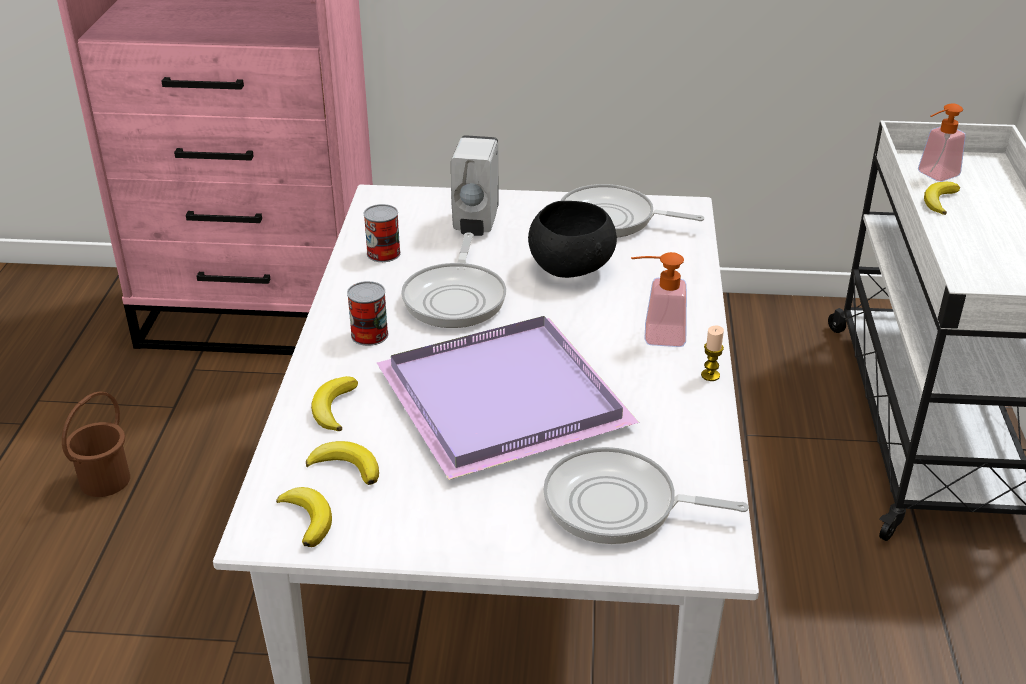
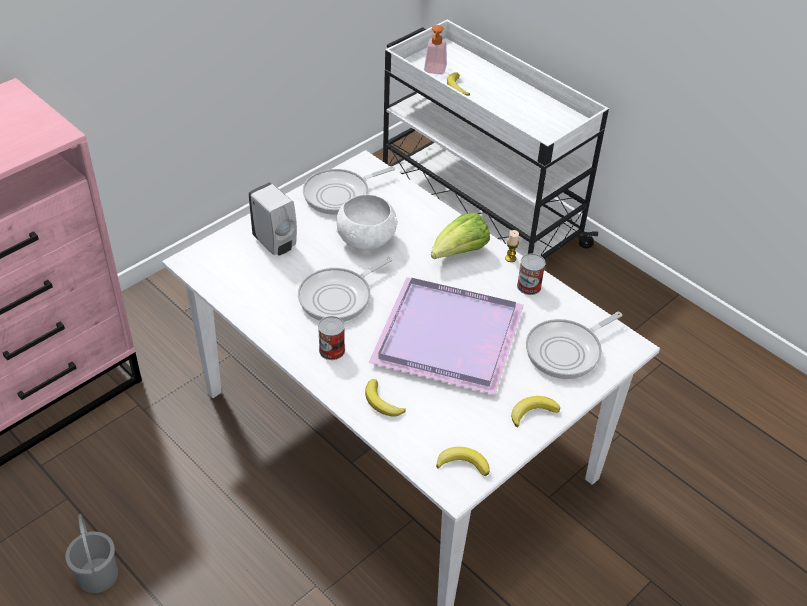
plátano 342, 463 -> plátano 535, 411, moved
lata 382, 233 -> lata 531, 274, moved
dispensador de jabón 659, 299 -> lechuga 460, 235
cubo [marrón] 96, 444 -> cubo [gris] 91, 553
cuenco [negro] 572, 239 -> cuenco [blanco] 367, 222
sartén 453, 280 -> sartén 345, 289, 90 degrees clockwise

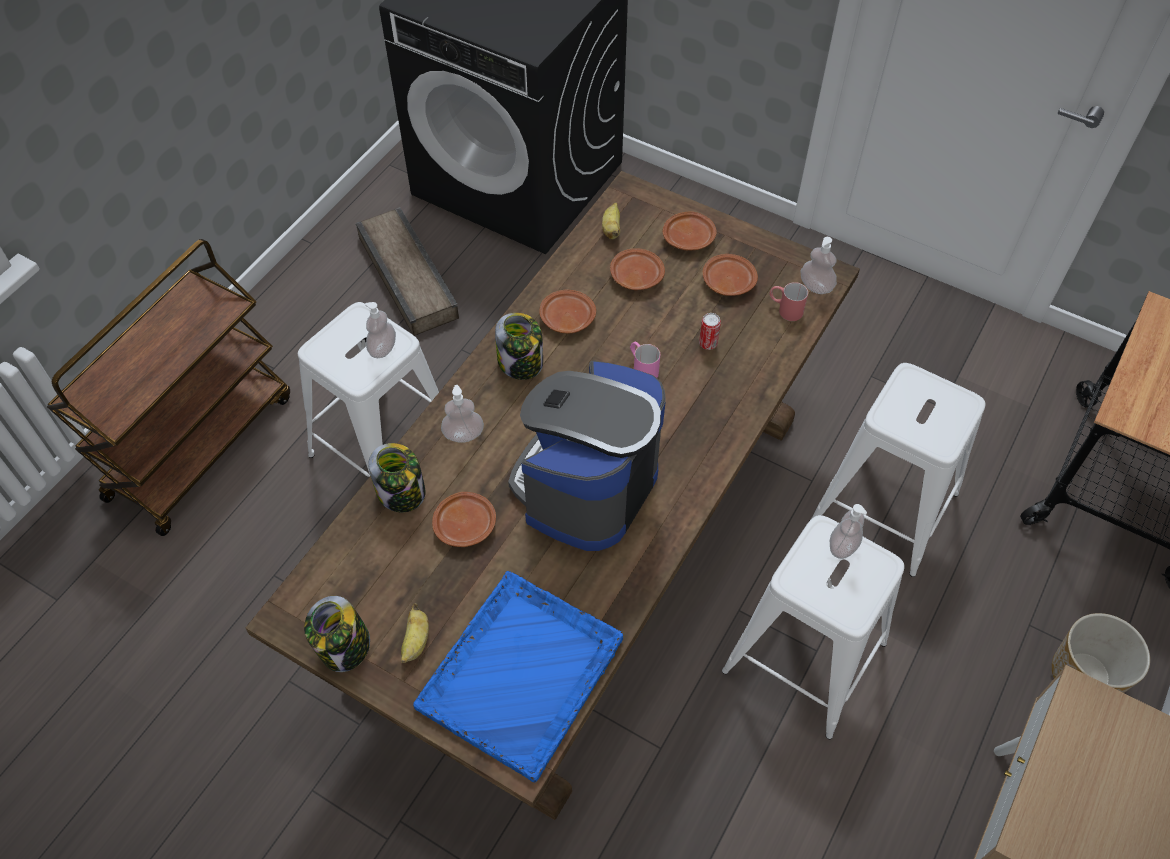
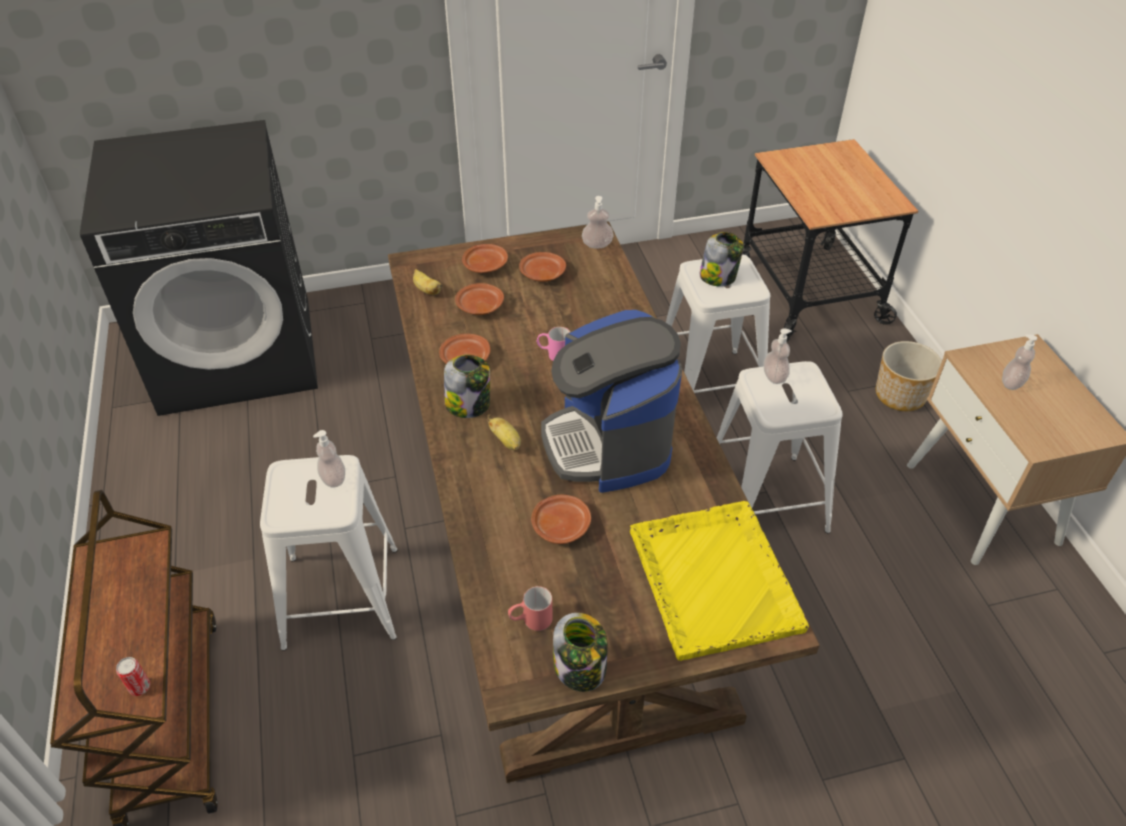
caja de embalaje 407, 271 -> none
tarro 396, 477 -> tarro 721, 259, moved
plátano 415, 633 -> plátano 504, 432, moved
dispensador de jabón 462, 414 -> dispensador de jabón 1019, 362, moved
lata 710, 331 -> lata 133, 676, moved
taza grande [rojo] 788, 301 -> taza grande [rojo] 530, 608, moved
bandeja [azul] 518, 676 -> bandeja [amarillo] 719, 581

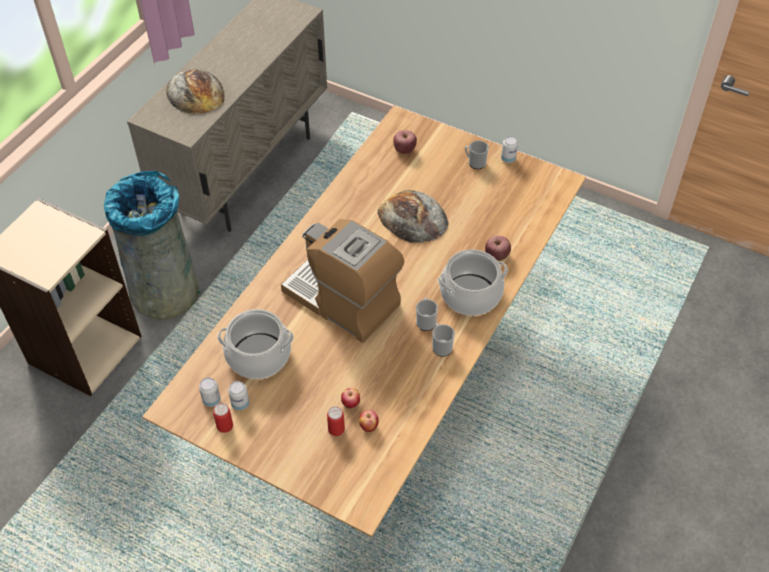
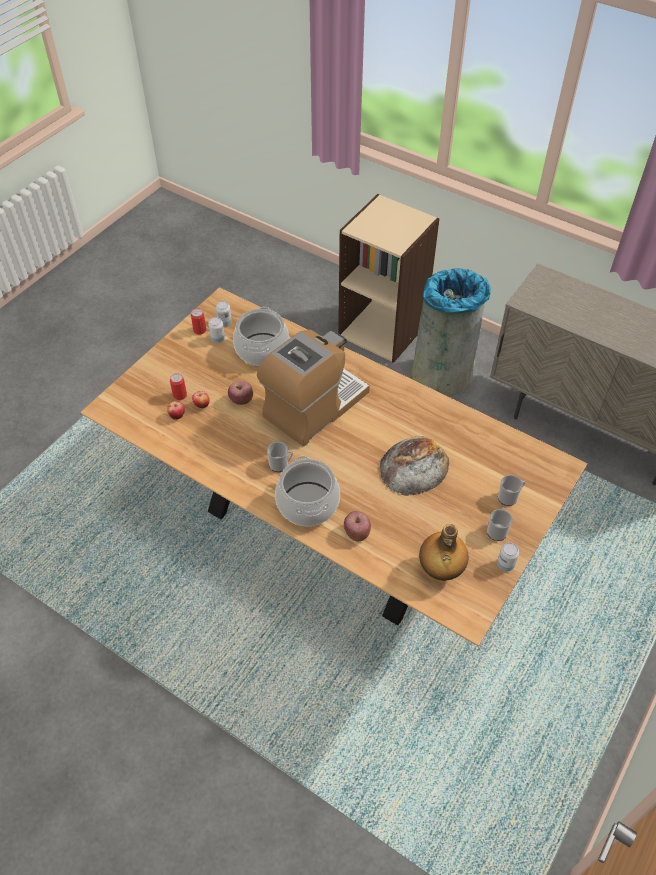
pan 195, 91 -> none
none -> botella 444, 552
manzana 405, 142 -> manzana 240, 393, moved
taza grande 443, 340 -> taza grande 512, 490, moved

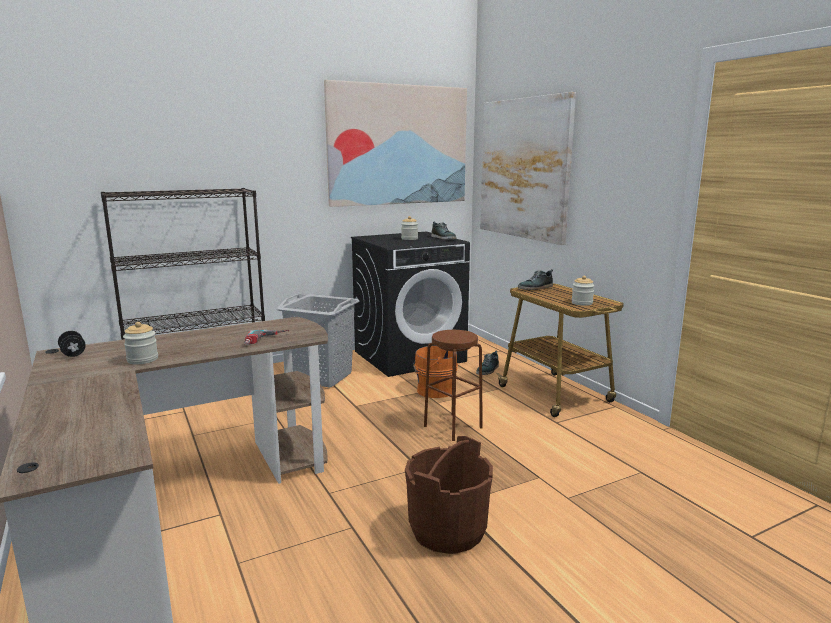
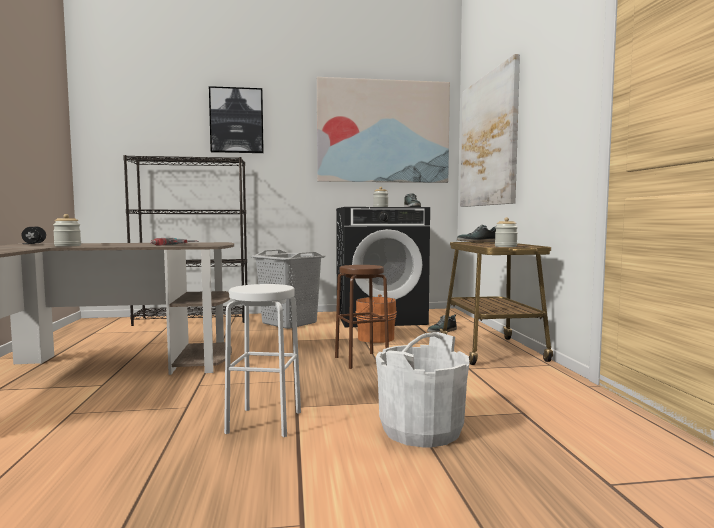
none -> cuadro 236, 119
none -> cubo [blanco] 422, 389
cubo [marrón] 449, 495 -> taburete [blanco] 262, 360

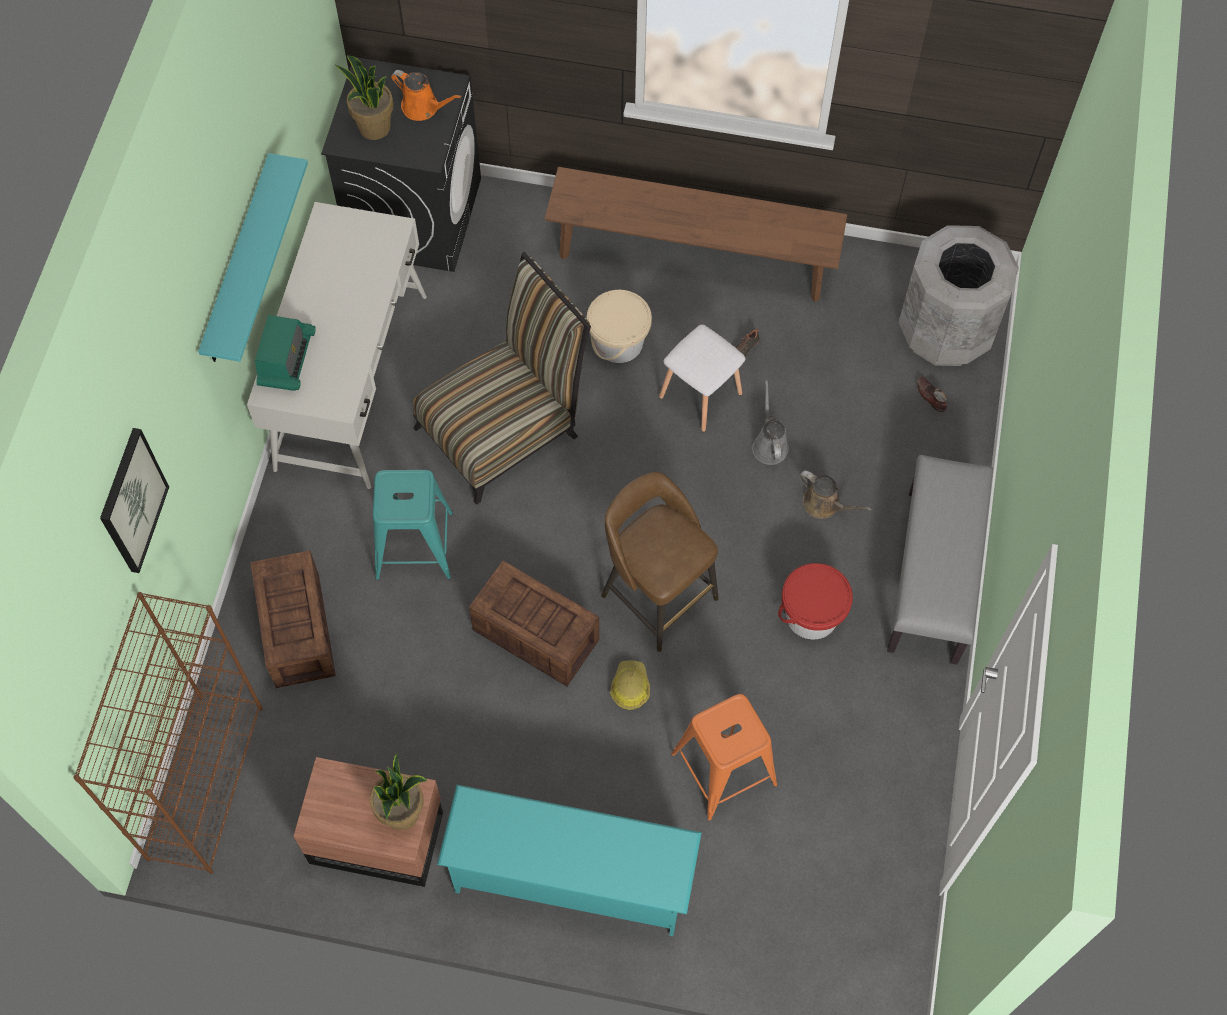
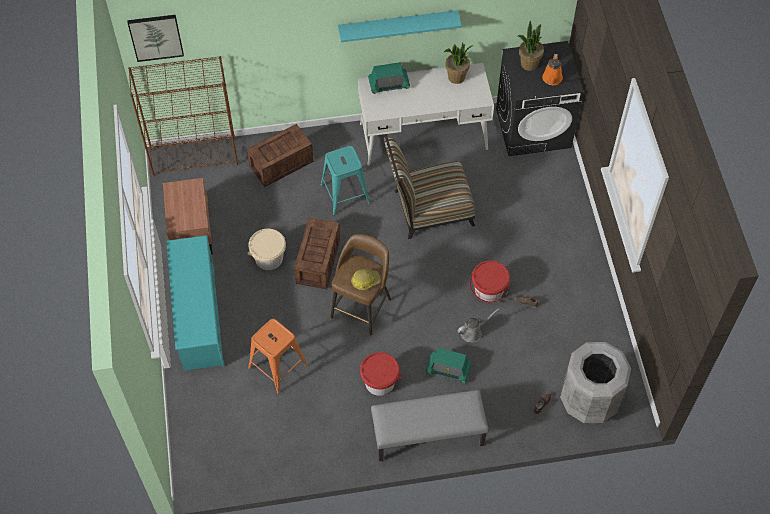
banco [marrón] 695, 234 -> none
cuadro 134, 500 -> cuadro 155, 38, moved
planta en maceta 398, 791 -> planta en maceta 459, 63, moved
cubo [beis] 619, 326 -> cubo [beis] 266, 249, moved
casco 630, 685 -> casco 366, 280, moved
taburete [blanco] 702, 378 -> cubo [rojo] 489, 281
regadera [marrón] 835, 494 -> radio 449, 366
silla 502, 378 -> silla 429, 186, 135 degrees clockwise

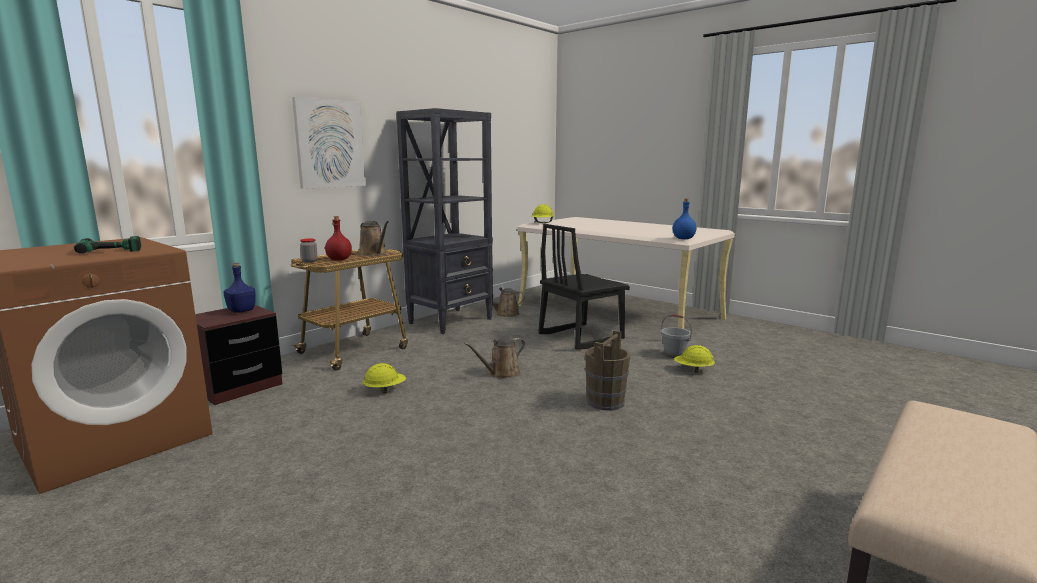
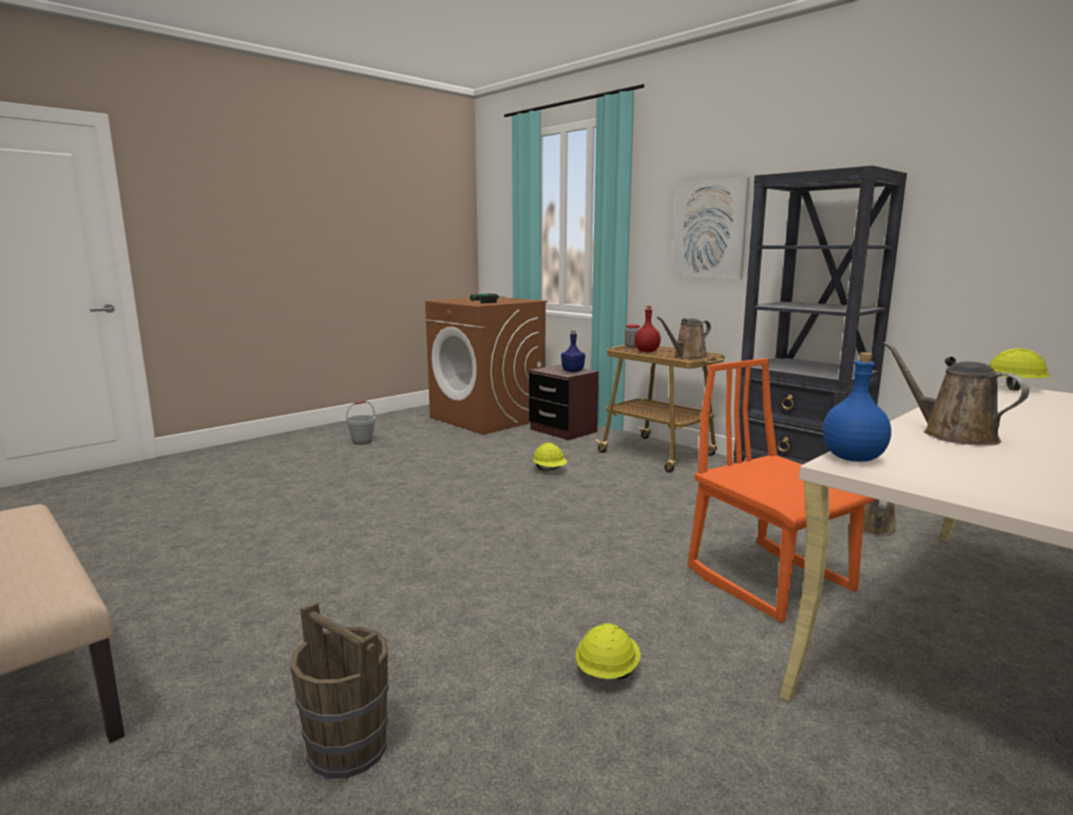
regadera [marrón] 494, 357 -> regadera [marrón] 956, 394, moved
cubo [marrón] 607, 370 -> cubo [marrón] 339, 689, moved
cubo [gris] 676, 336 -> cubo [gris] 361, 423, moved
silla [negro] 584, 287 -> silla [naranja] 781, 490

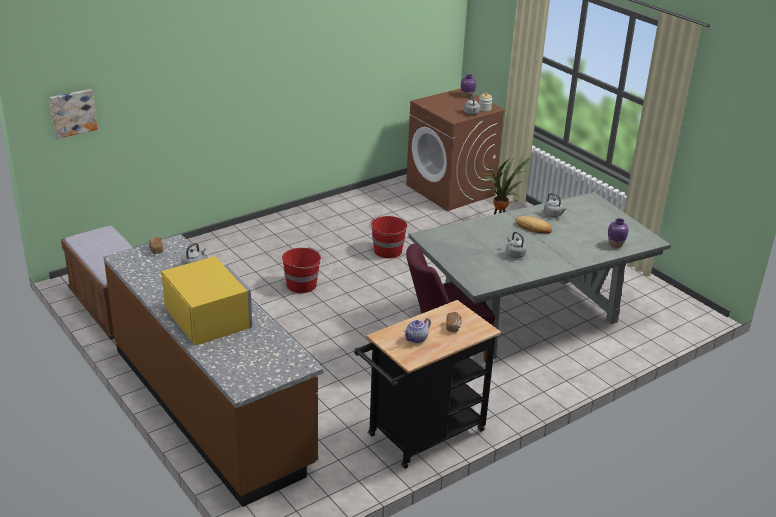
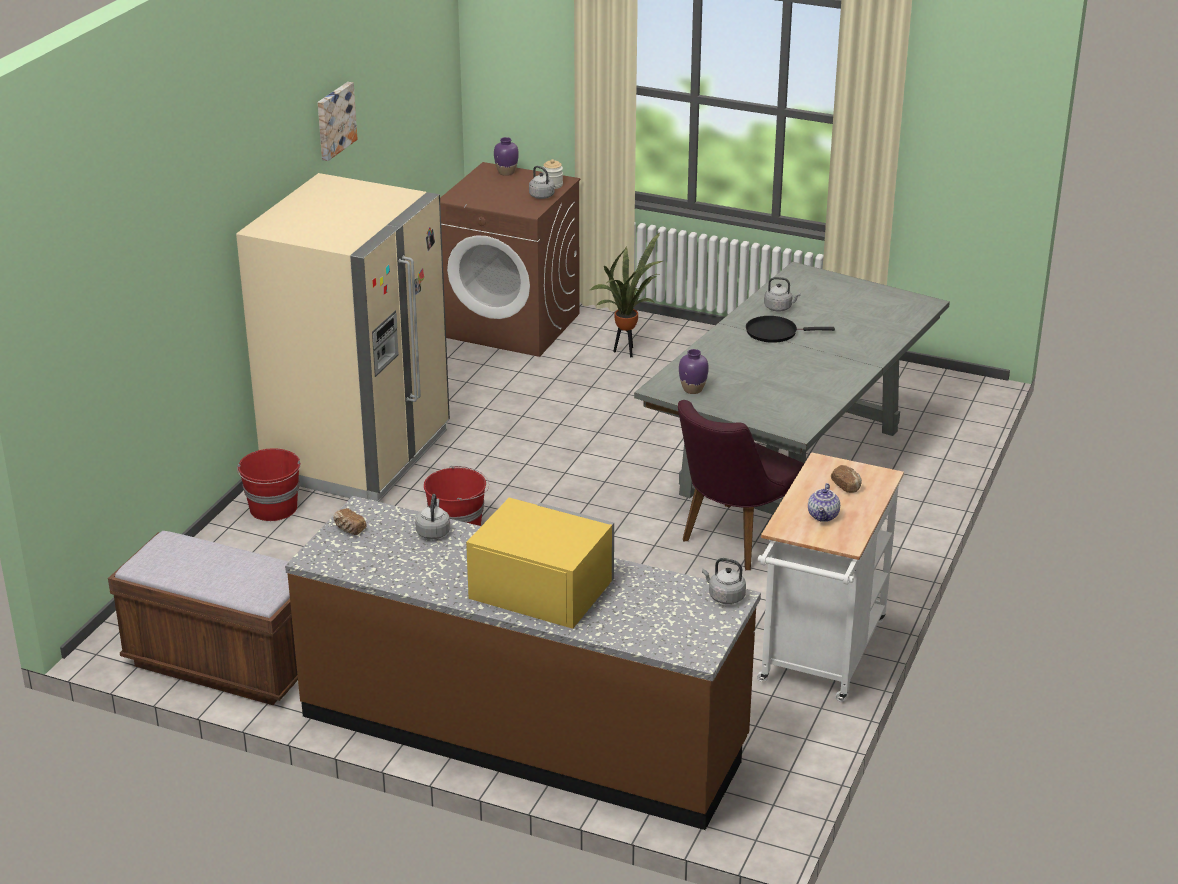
none -> nevera [beis] 343, 337
cuadro 73, 114 -> cuadro 337, 121, moved
cubo [rojo] 388, 237 -> cubo [rojo] 269, 484, moved
hervidor [gris] 516, 245 -> hervidor [gris] 724, 581, moved
florero [morado] 618, 233 -> florero [morado] 694, 371, moved
pan 533, 225 -> sartén [negro] 790, 329
carrito [negro] 427, 384 -> carrito [blanco] 830, 577

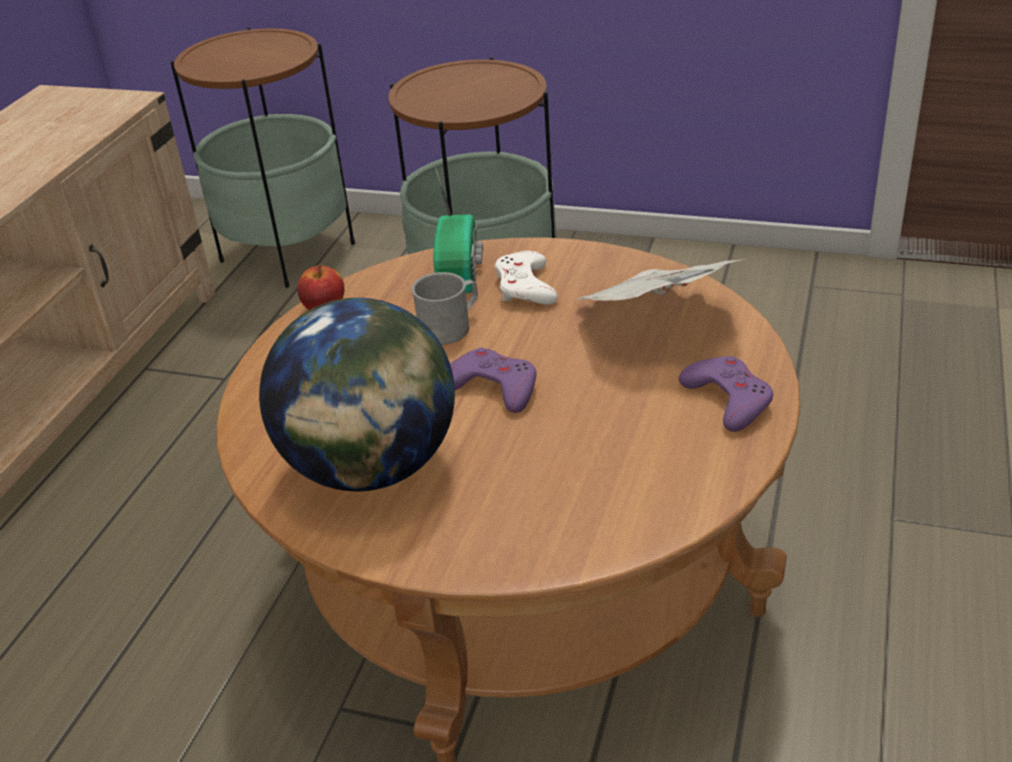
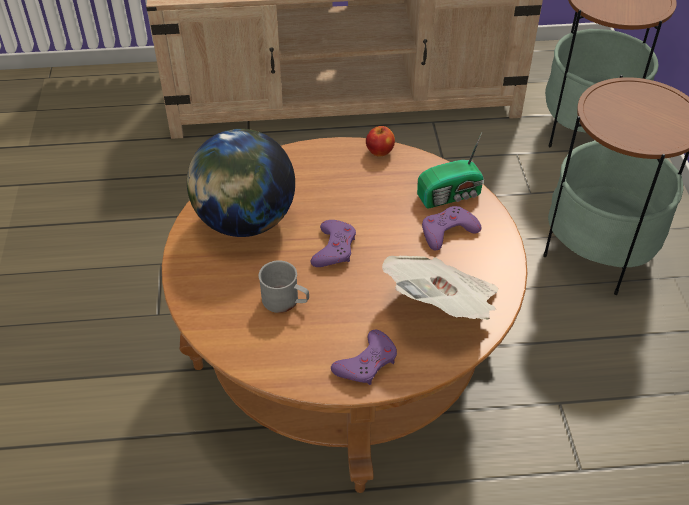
taza grande [gris] 445, 308 -> taza grande [gris] 283, 286, moved
mando de consola [blanco] 526, 278 -> mando de consola [morado] 451, 228

